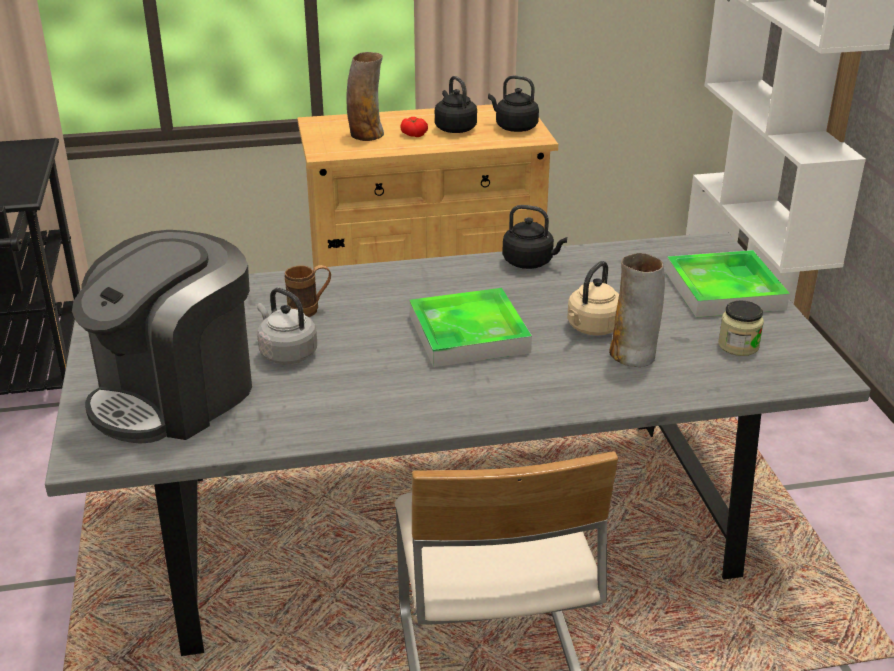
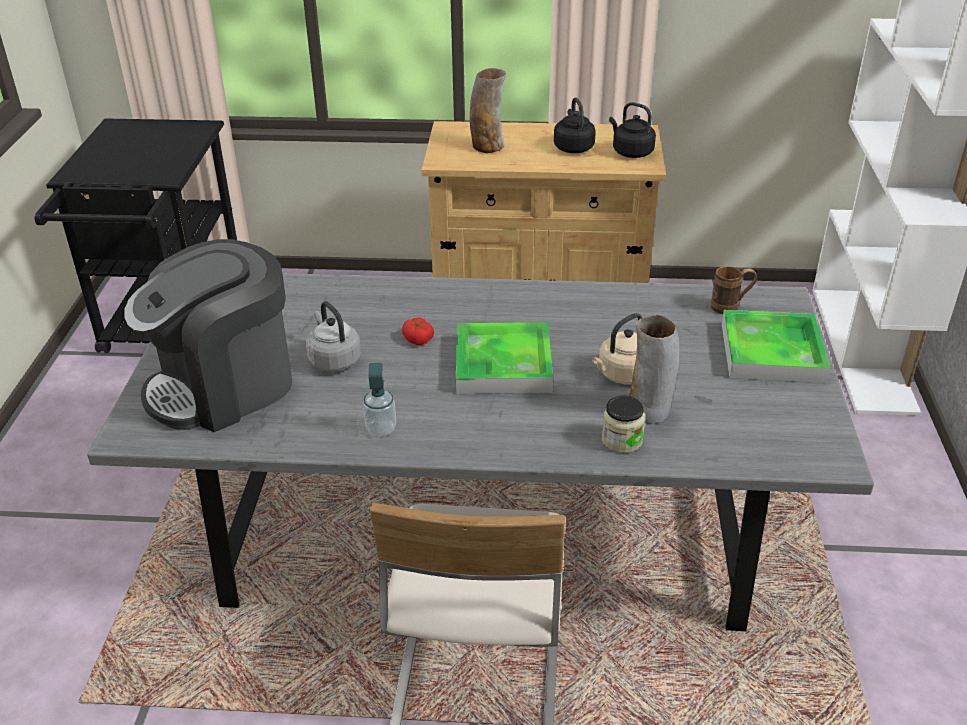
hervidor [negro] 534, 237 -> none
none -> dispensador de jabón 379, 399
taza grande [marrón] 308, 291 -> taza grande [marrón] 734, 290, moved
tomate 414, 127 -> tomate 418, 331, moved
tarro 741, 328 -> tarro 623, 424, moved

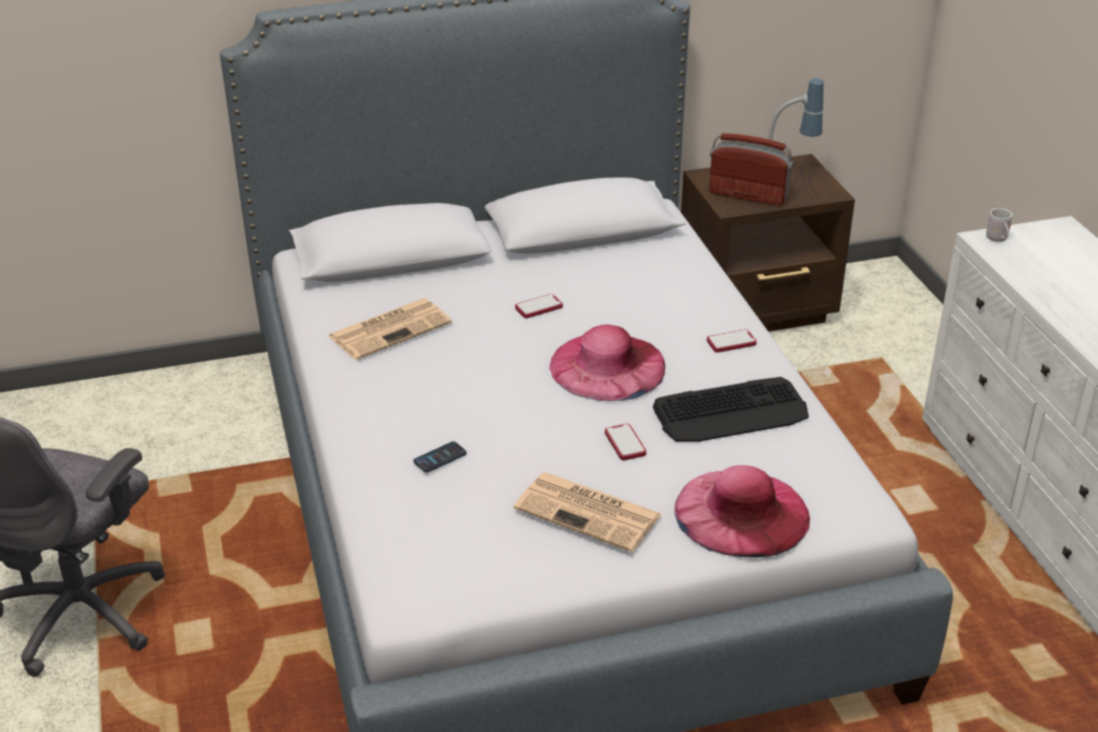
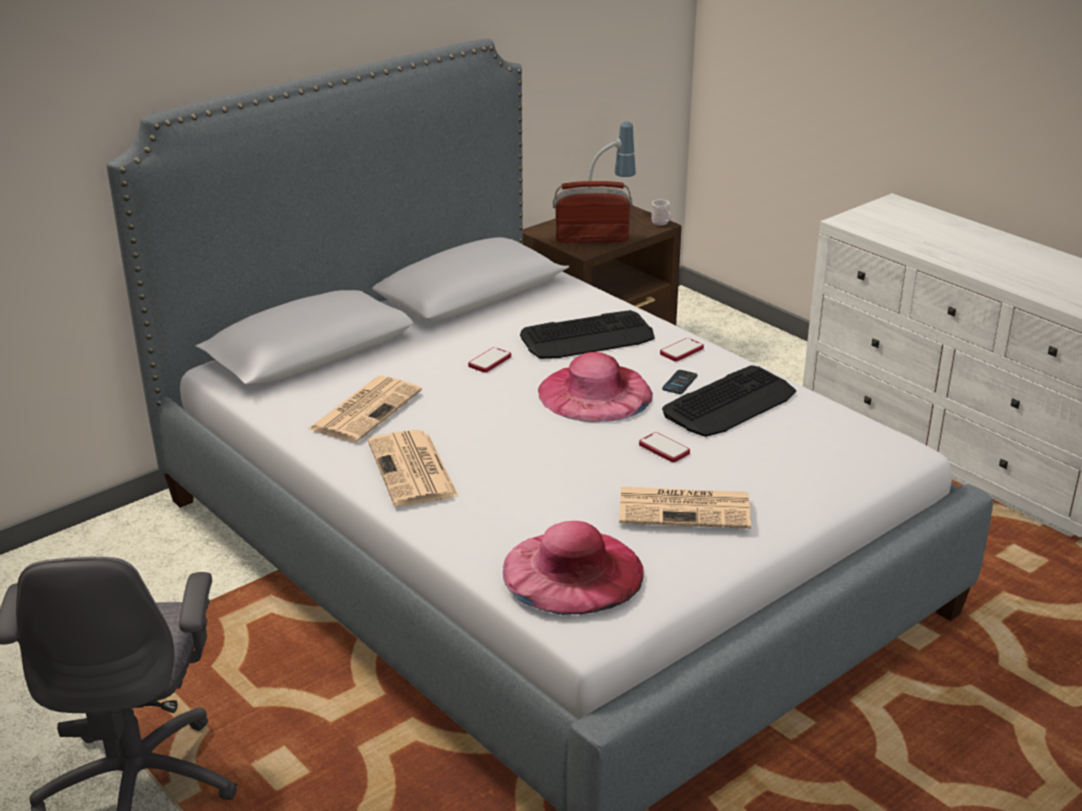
none -> periódico 413, 468
none -> teclado 587, 334
móvil 440, 457 -> móvil 679, 382, moved
sombrero [rosa] 742, 511 -> sombrero [rosa] 573, 568, moved
taza grande [blanco] 999, 221 -> taza grande [blanco] 661, 210, moved

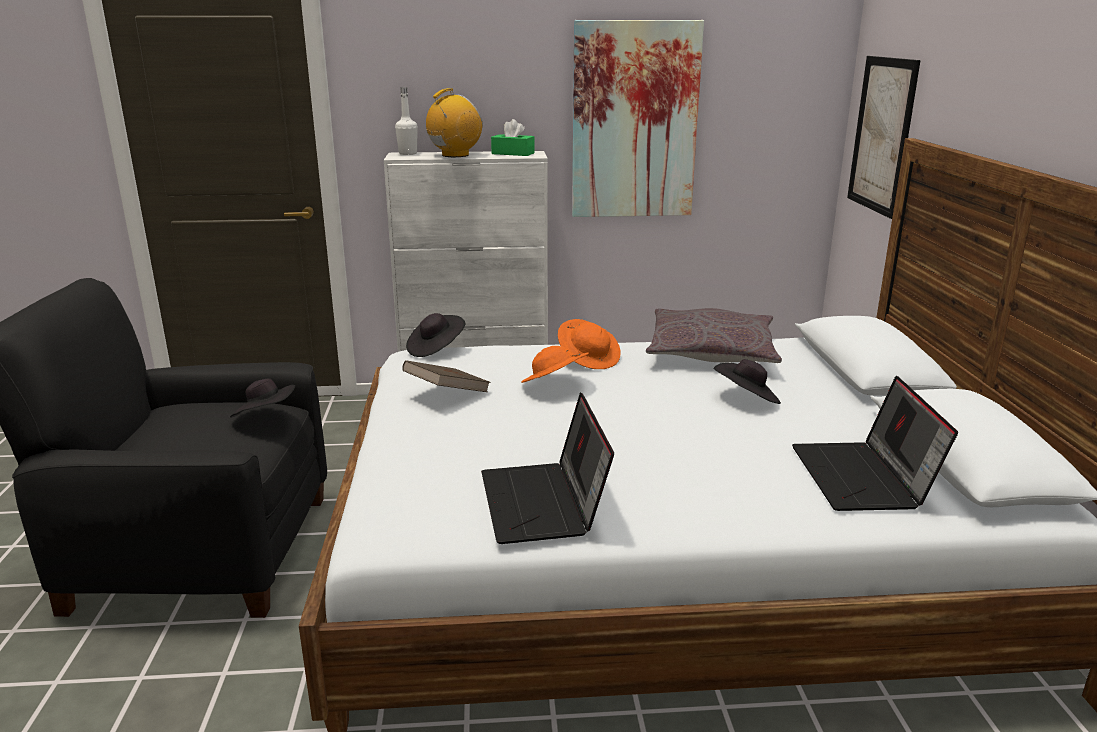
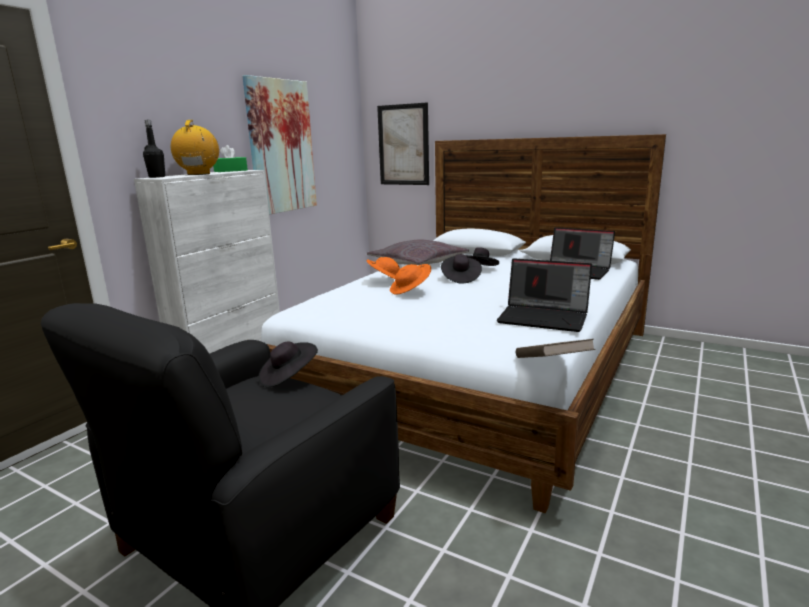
libro [marrón] 446, 376 -> libro [marrón] 556, 348, moved
sombrero [negro] 435, 335 -> sombrero [negro] 461, 268, moved
botella [blanco] 406, 121 -> botella [negro] 154, 149

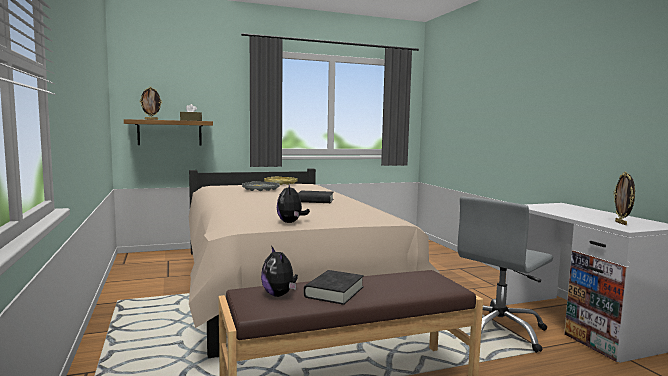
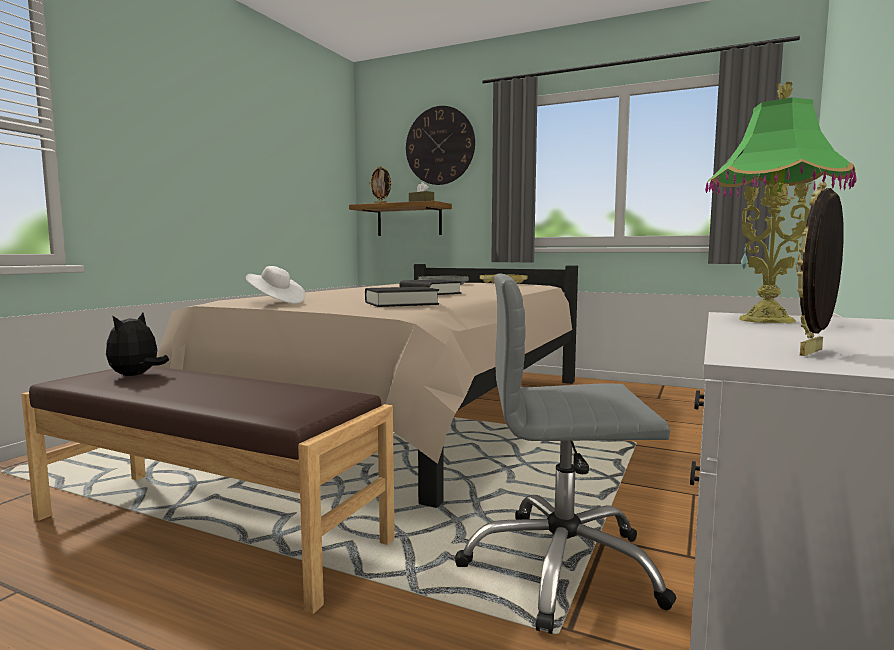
none -> reloj de pared 440, 145
none -> lámpara de mesa 781, 203
libro [negro] 334, 287 -> libro [negro] 402, 297, moved
peluche 293, 203 -> sombrero [blanco] 276, 285

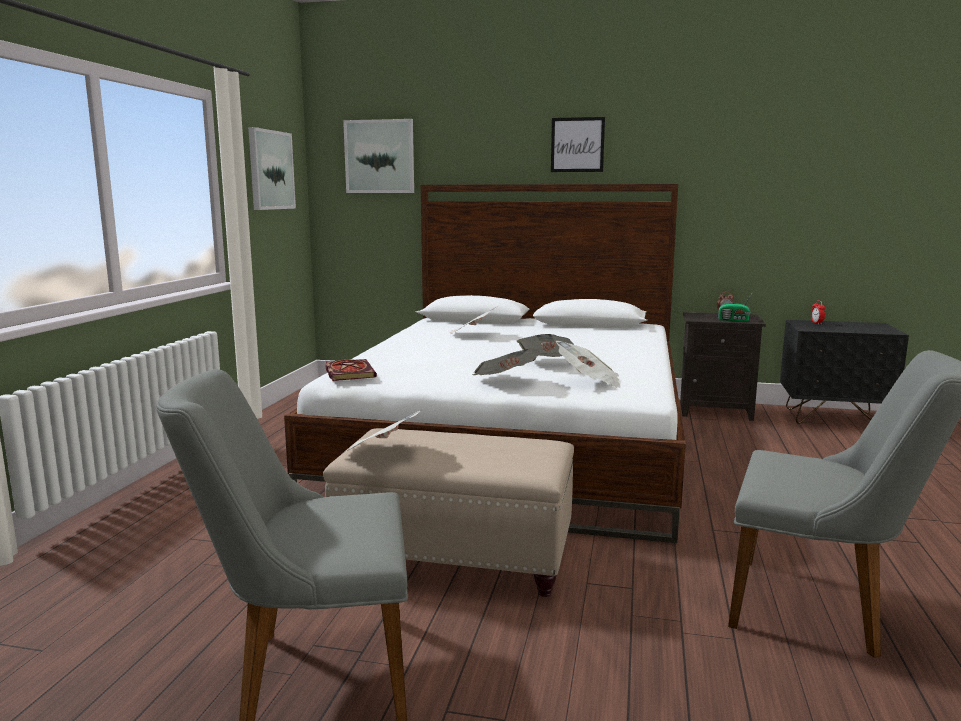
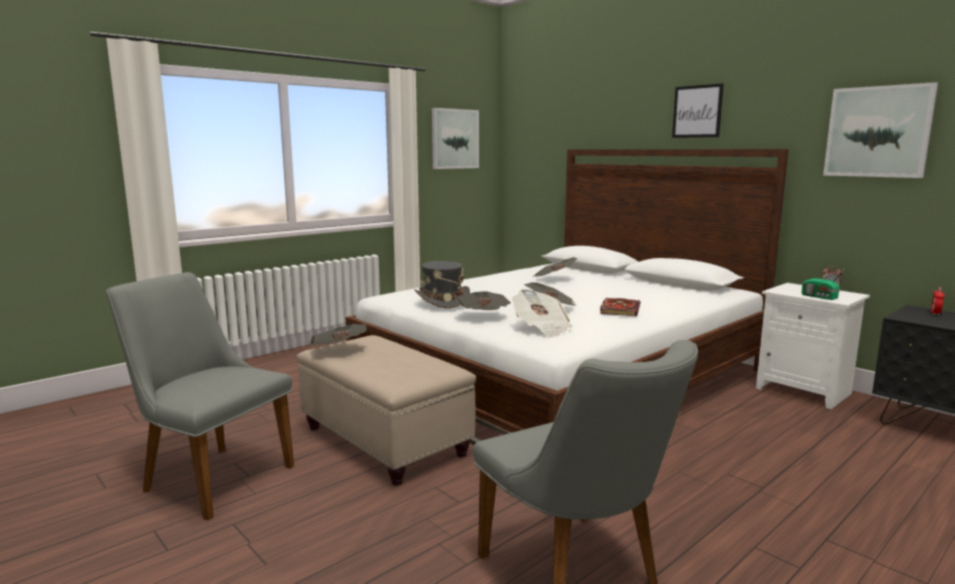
none -> sombrero [gris] 442, 284
libro 351, 370 -> libro 620, 307, moved
cuadro 378, 156 -> cuadro 880, 130, moved
mesita de noche [negro] 723, 366 -> mesita de noche [blanco] 813, 346

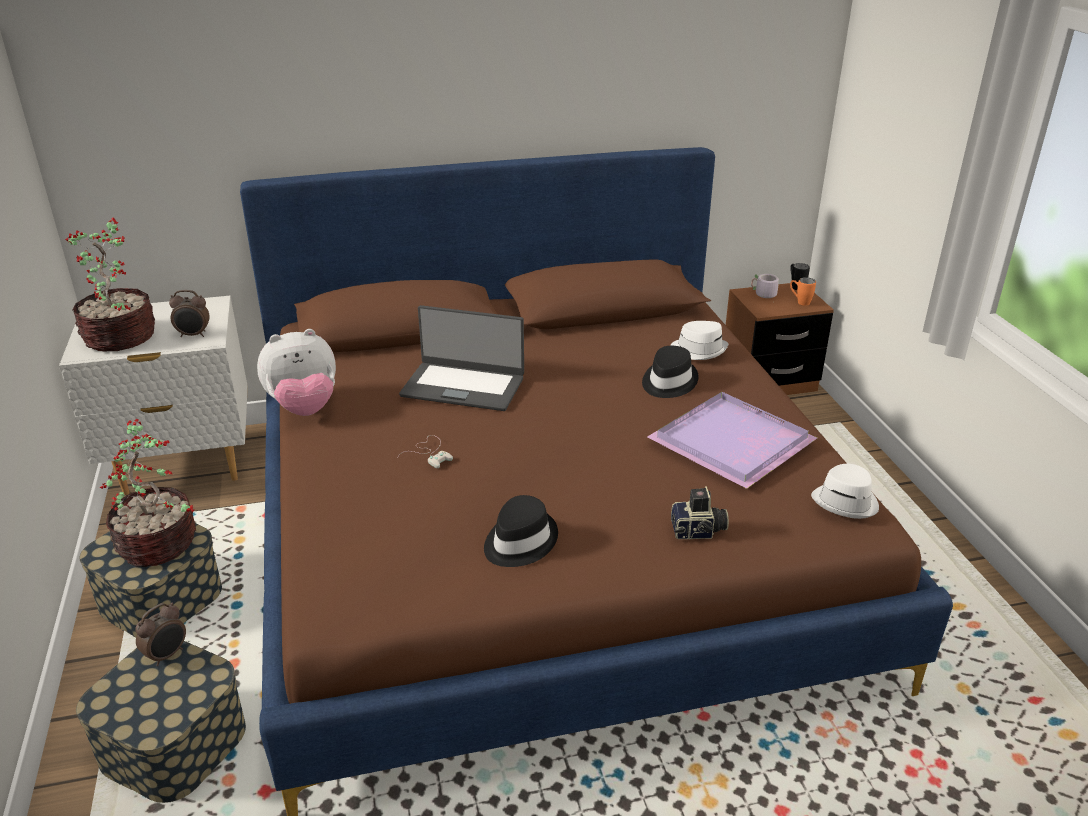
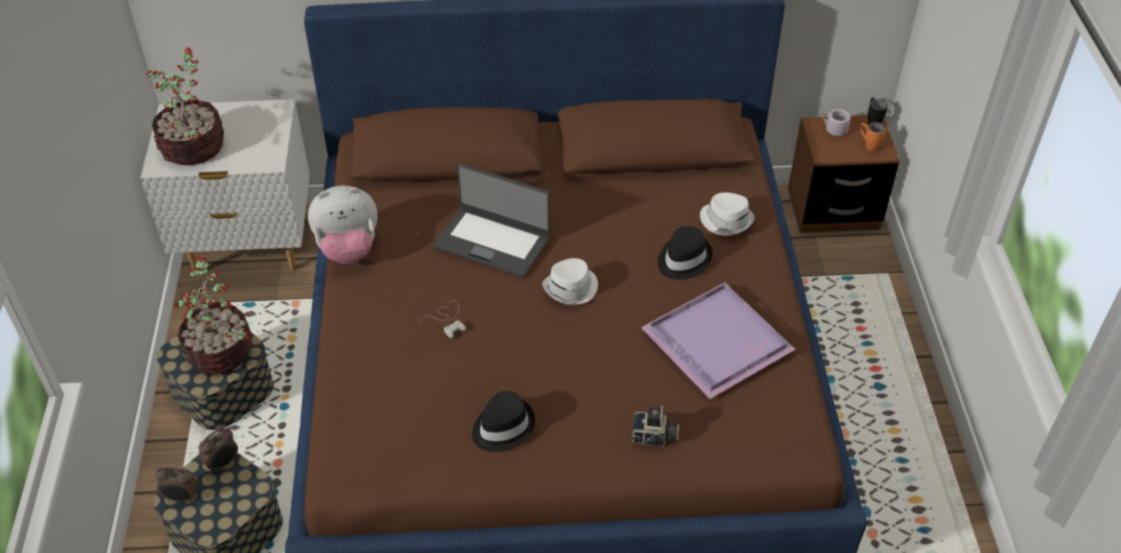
despertador 189, 313 -> despertador 176, 485, moved
sombrero [blanco] 845, 491 -> sombrero [blanco] 570, 281, moved

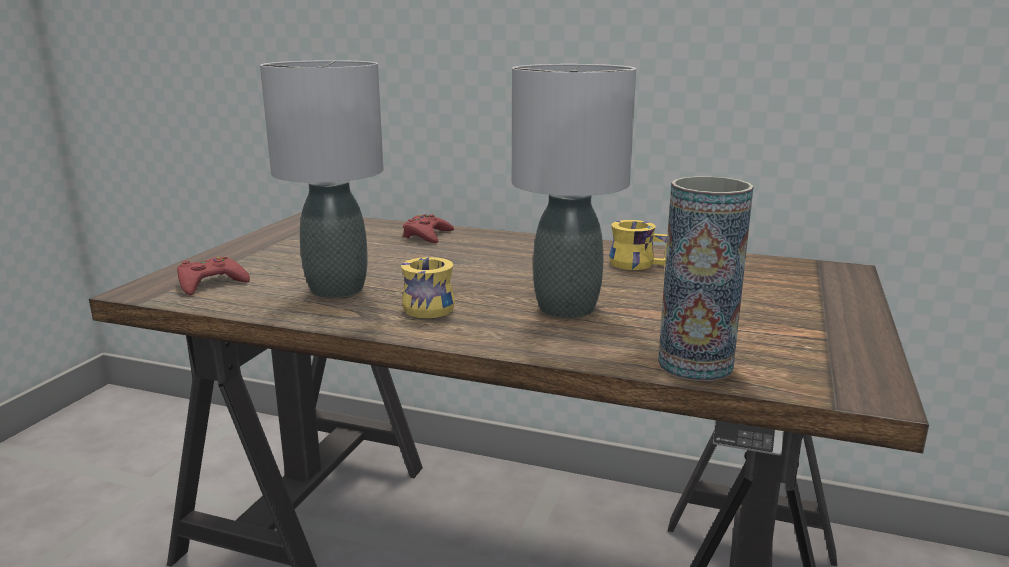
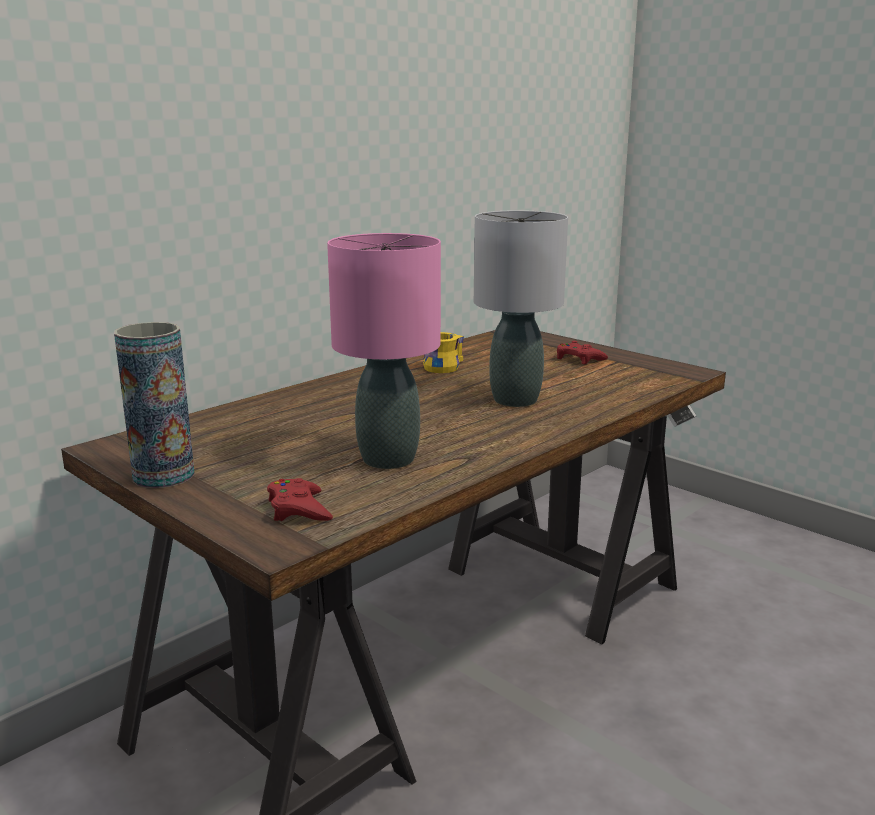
taza grande [amarillo] 428, 287 -> none
mando de consola [rojo] 428, 228 -> mando de consola [rojo] 582, 352, moved
florero 706, 278 -> florero 154, 405, moved
lámpara de mesa [gris] 322, 179 -> lámpara de mesa [rosa] 384, 351

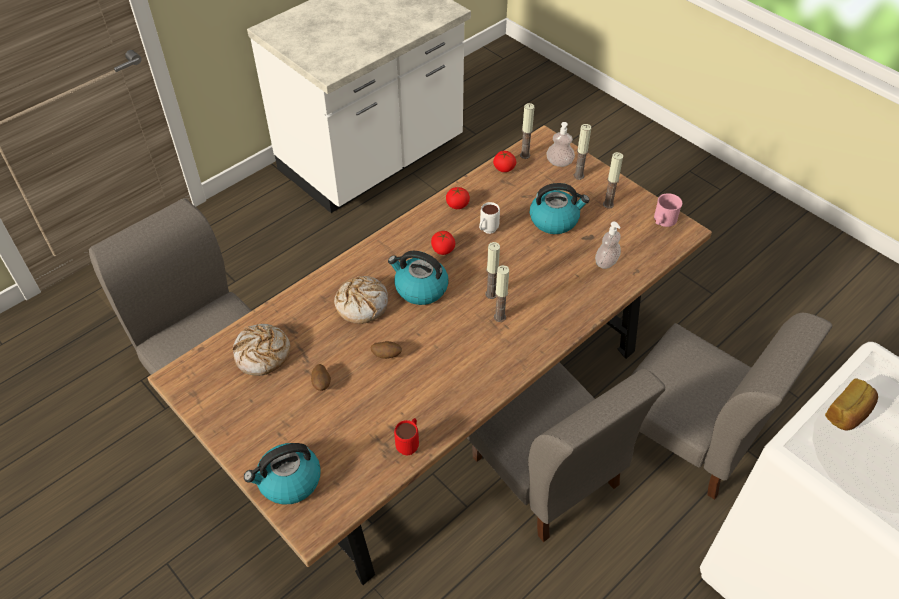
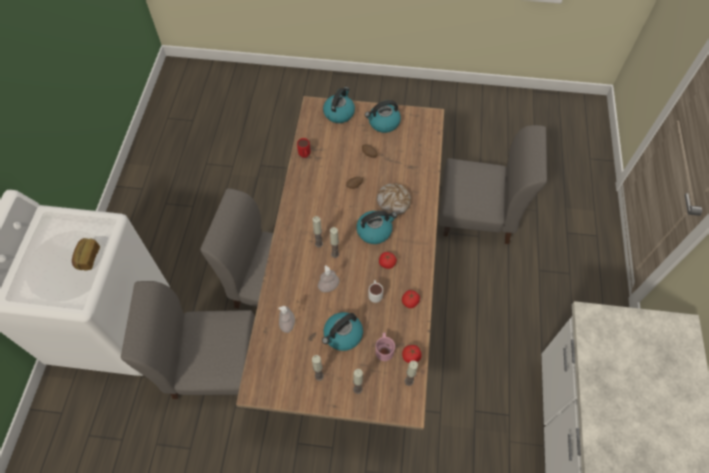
pan 261, 350 -> none
none -> hervidor 383, 116
dispensador de jabón 560, 144 -> dispensador de jabón 328, 278, moved
taza grande [rosa] 668, 210 -> taza grande [rosa] 385, 347, moved

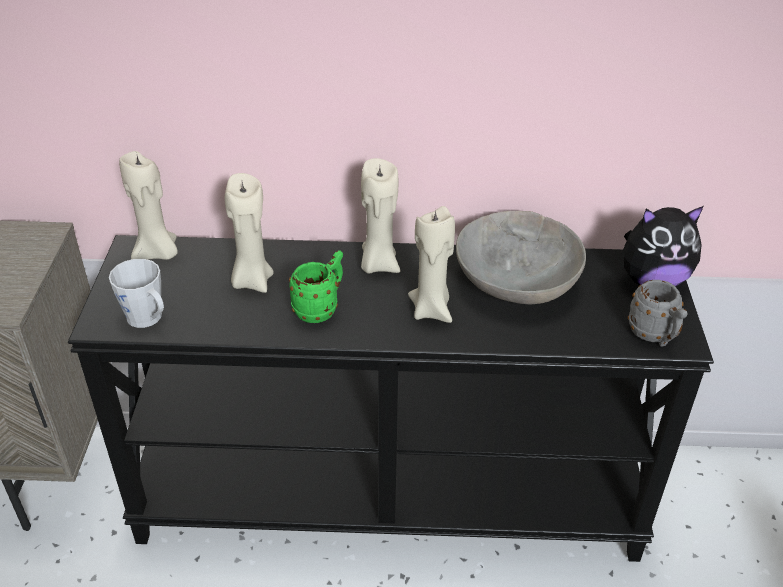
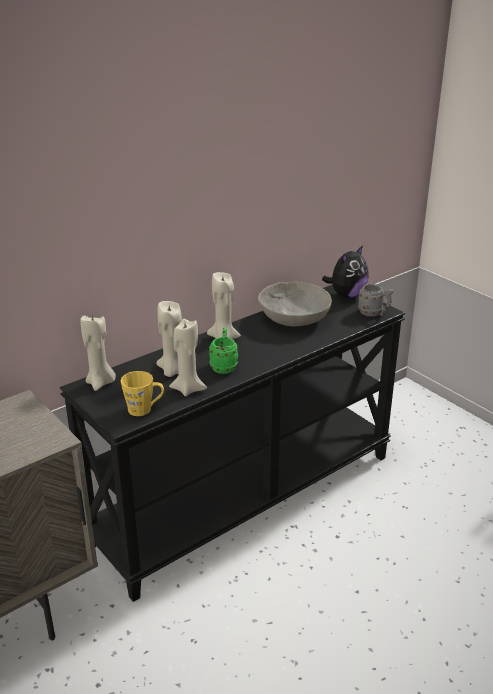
vela [beis] 431, 264 -> vela [beis] 188, 357, moved
taza grande [gris] 136, 293 -> taza grande [amarillo] 142, 393

